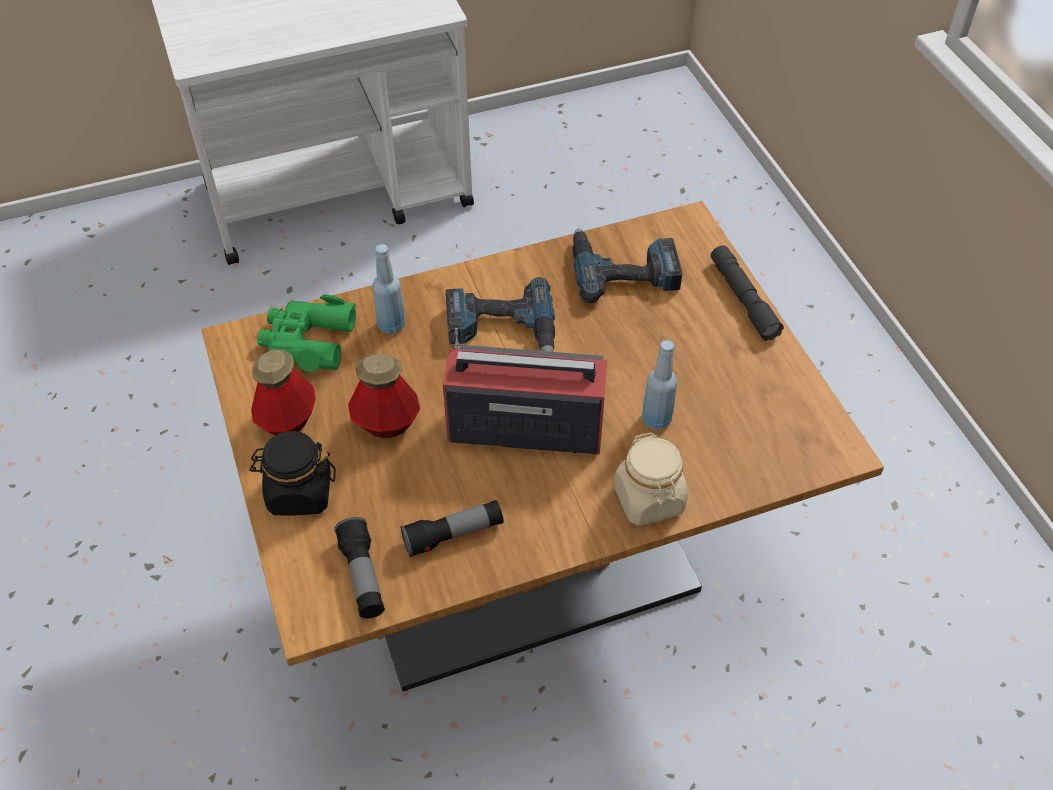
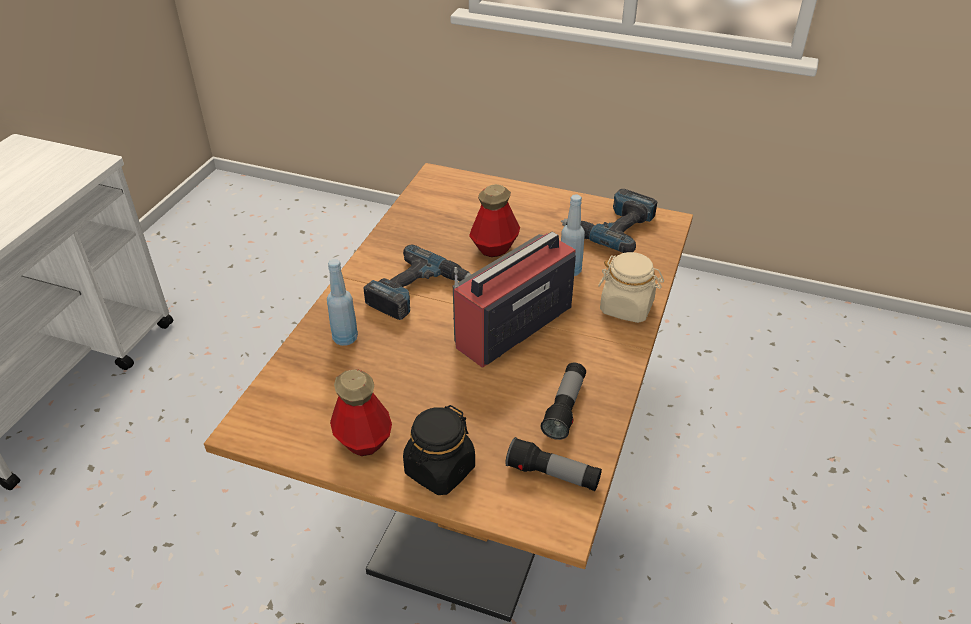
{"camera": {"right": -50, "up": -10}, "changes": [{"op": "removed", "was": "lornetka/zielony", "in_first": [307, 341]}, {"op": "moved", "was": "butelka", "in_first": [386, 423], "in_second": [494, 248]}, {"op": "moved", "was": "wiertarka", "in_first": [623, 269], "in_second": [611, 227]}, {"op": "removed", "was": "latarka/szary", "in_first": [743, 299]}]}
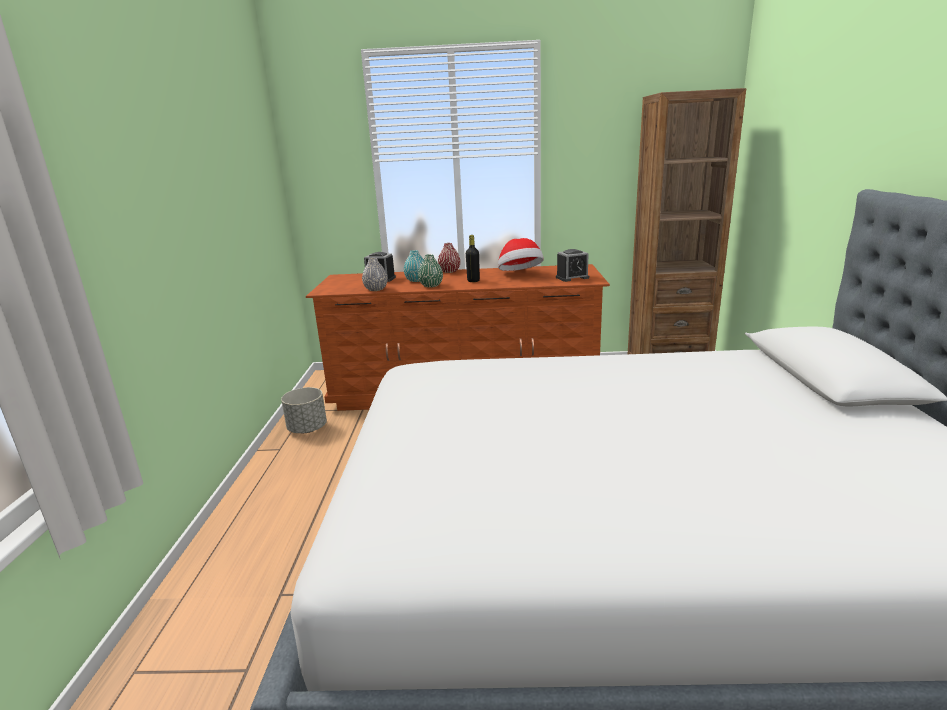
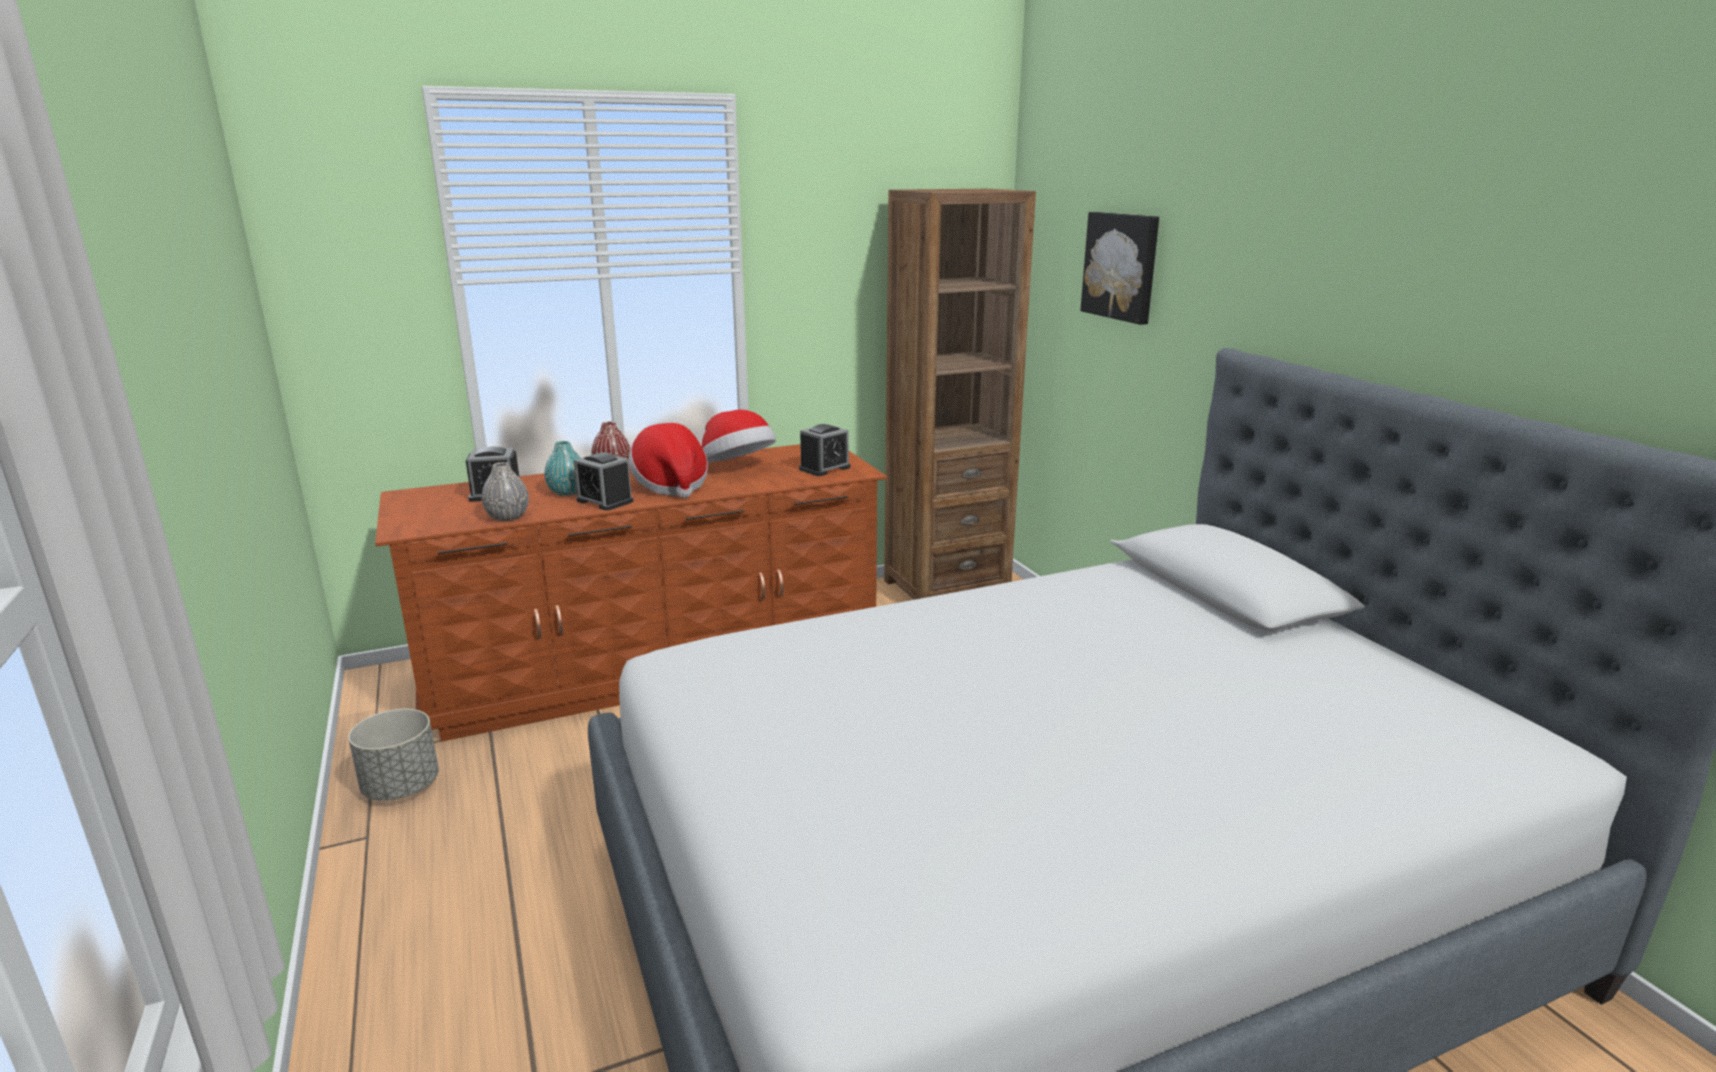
{"camera": {"right": -25, "up": 0}, "changes": [{"op": "replaced", "was": "wazon/zielony", "now": "budzik", "in_first": [431, 285], "in_second": [605, 501]}, {"op": "replaced", "was": "butelka/czarny", "now": "kapelusz", "in_first": [473, 281], "in_second": [671, 486]}, {"op": "added", "now": "obraz", "in_second": [1122, 266]}]}
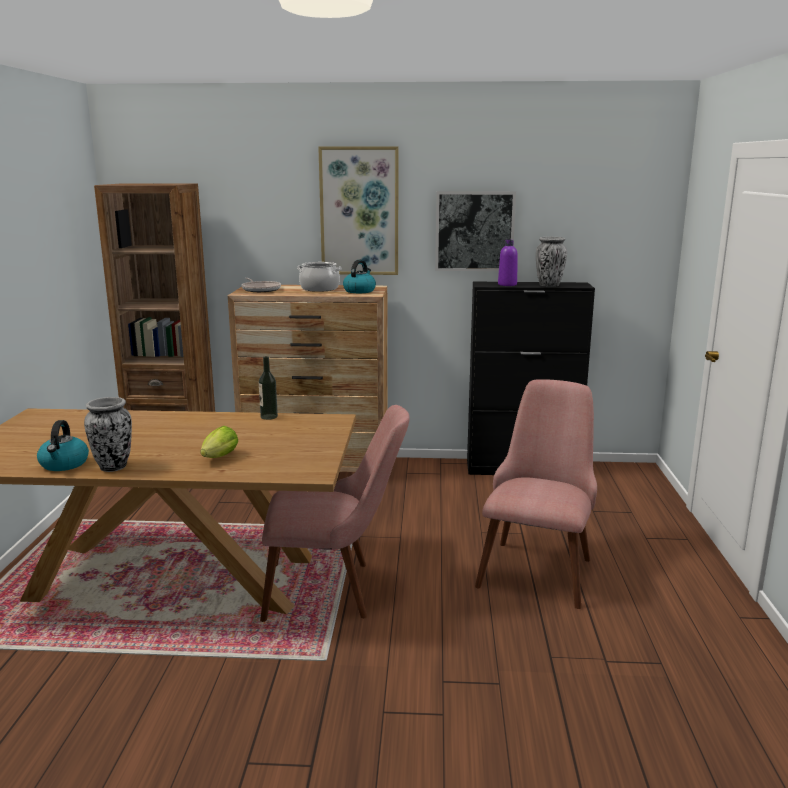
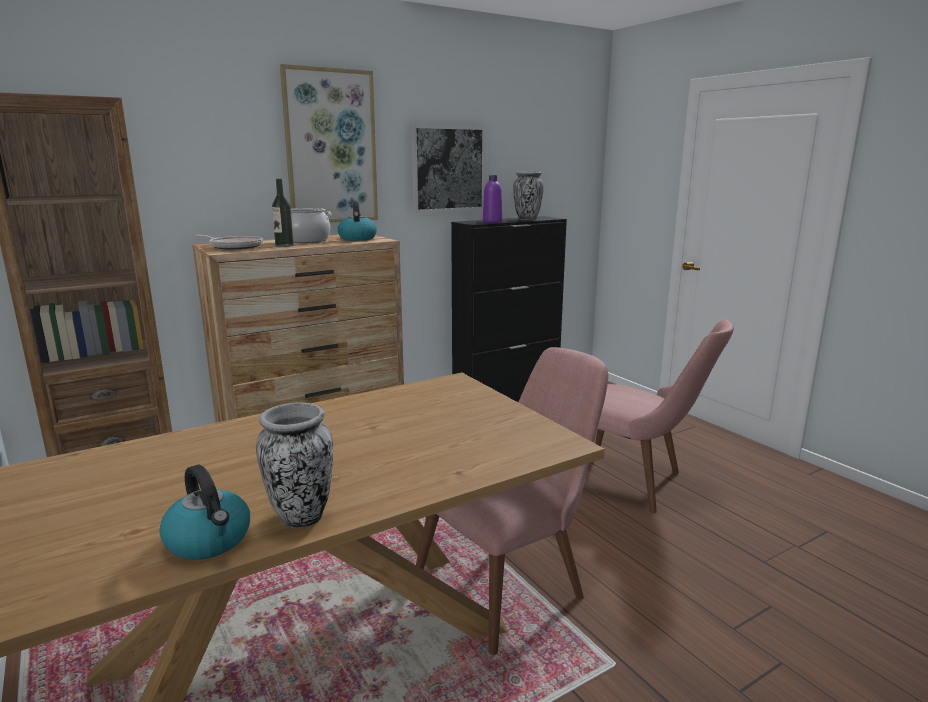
{"camera": {"right": -35, "up": 0}, "changes": [{"op": "removed", "was": "sałata", "in_first": [218, 458]}, {"op": "moved", "was": "butelka", "in_first": [269, 417], "in_second": [284, 245]}, {"op": "turned", "was": "krzesło/różowy", "in_first": [538, 564], "in_second": [638, 483], "clockwise": 135}]}
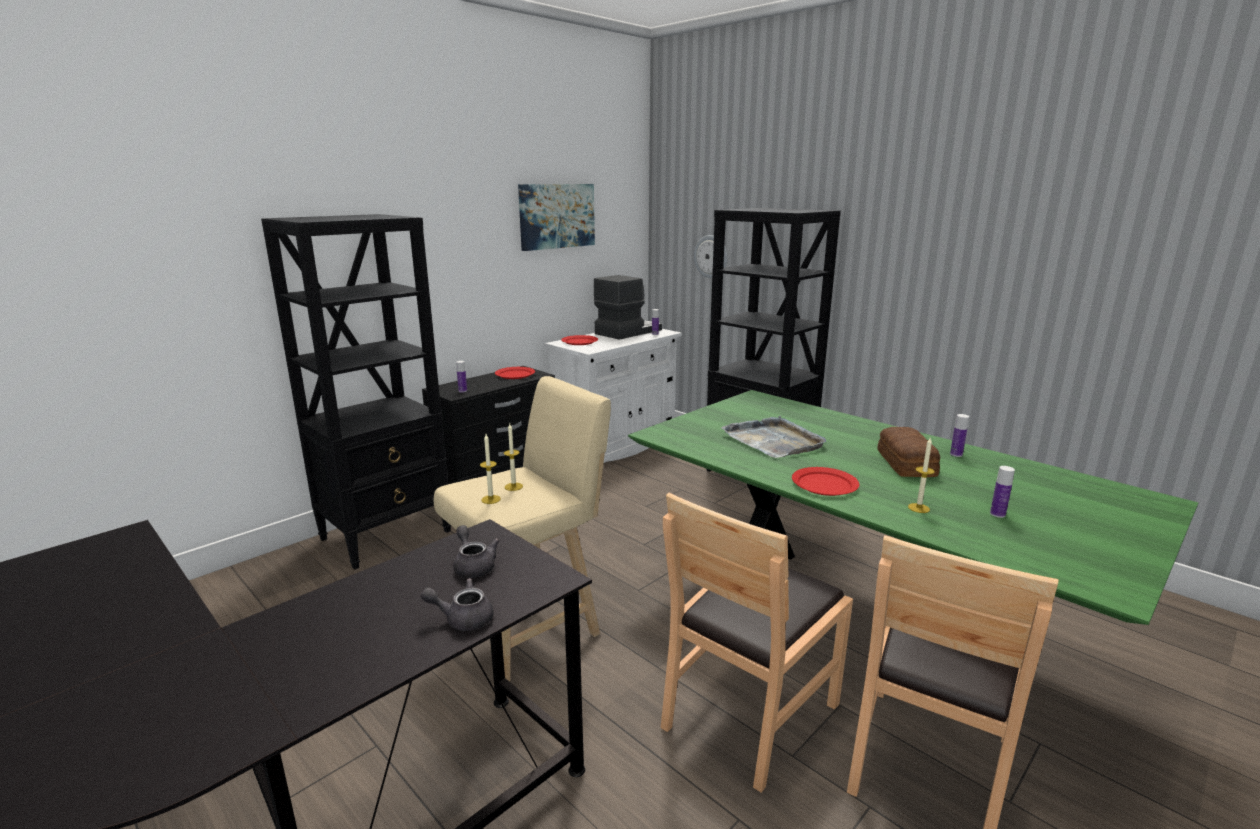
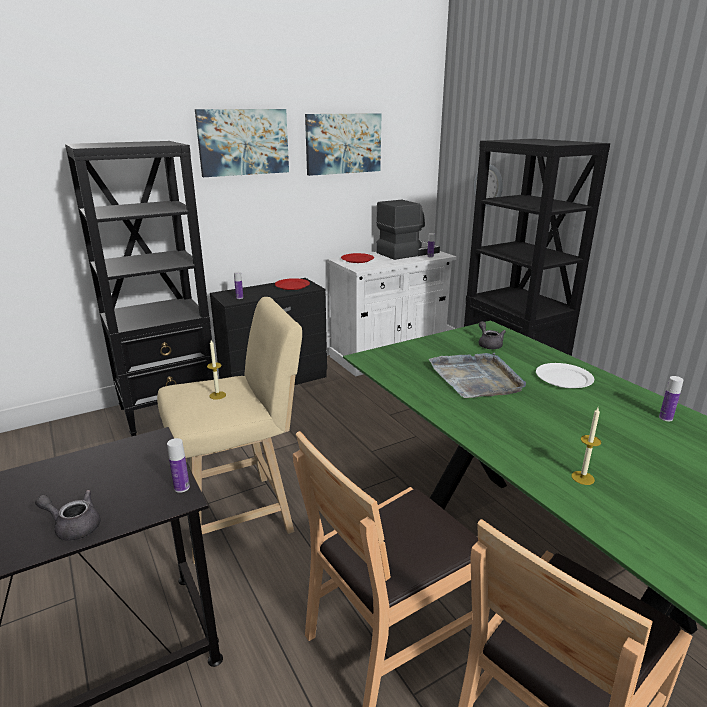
{"camera": {"right": 15, "up": 5}, "changes": [{"op": "moved", "was": "imbryk/szary", "in_first": [473, 565], "in_second": [489, 344]}, {"op": "removed", "was": "świeca", "in_first": [491, 499]}, {"op": "removed", "was": "talerz/czerwony", "in_first": [824, 484]}, {"op": "removed", "was": "chleb", "in_first": [905, 464]}, {"op": "moved", "was": "butelka", "in_first": [997, 514], "in_second": [182, 487]}, {"op": "added", "now": "obraz", "in_second": [243, 142]}, {"op": "added", "now": "talerz/biały", "in_second": [563, 378]}]}
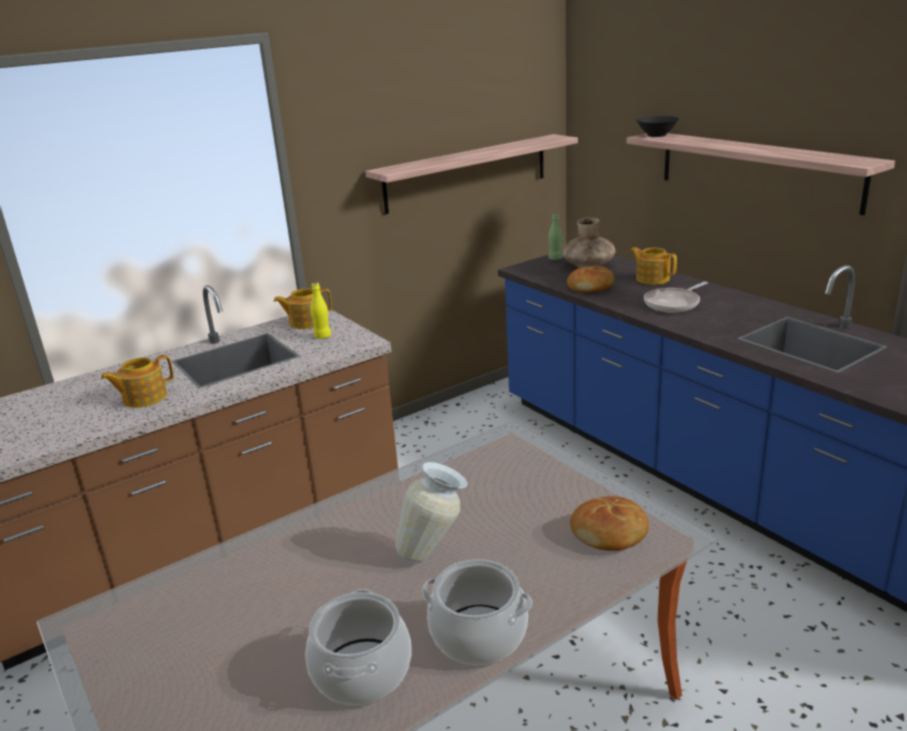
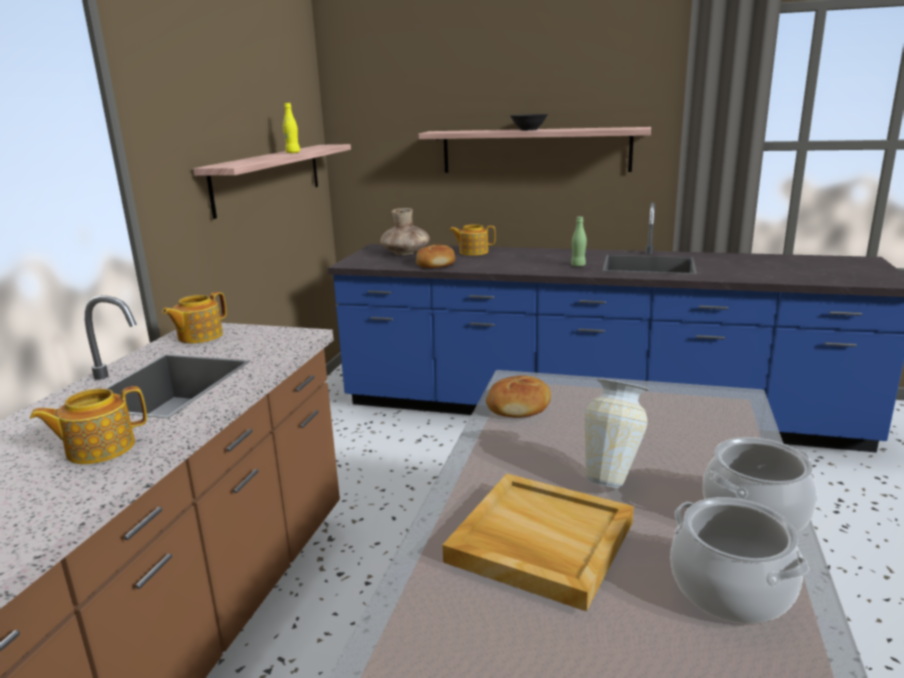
{"camera": {"right": -40, "up": -5}, "changes": [{"op": "turned", "was": "imbryk", "in_first": [143, 398], "in_second": [99, 448], "clockwise": 45}, {"op": "moved", "was": "butelka/żółty", "in_first": [322, 336], "in_second": [293, 153]}, {"op": "moved", "was": "butelka/zielony", "in_first": [555, 259], "in_second": [578, 265]}, {"op": "moved", "was": "chleb", "in_first": [610, 533], "in_second": [519, 406]}, {"op": "moved", "was": "miska/czarny", "in_first": [657, 135], "in_second": [529, 130]}, {"op": "removed", "was": "patelnia", "in_first": [674, 304]}, {"op": "added", "now": "taca/beżowy", "in_second": [539, 542]}]}
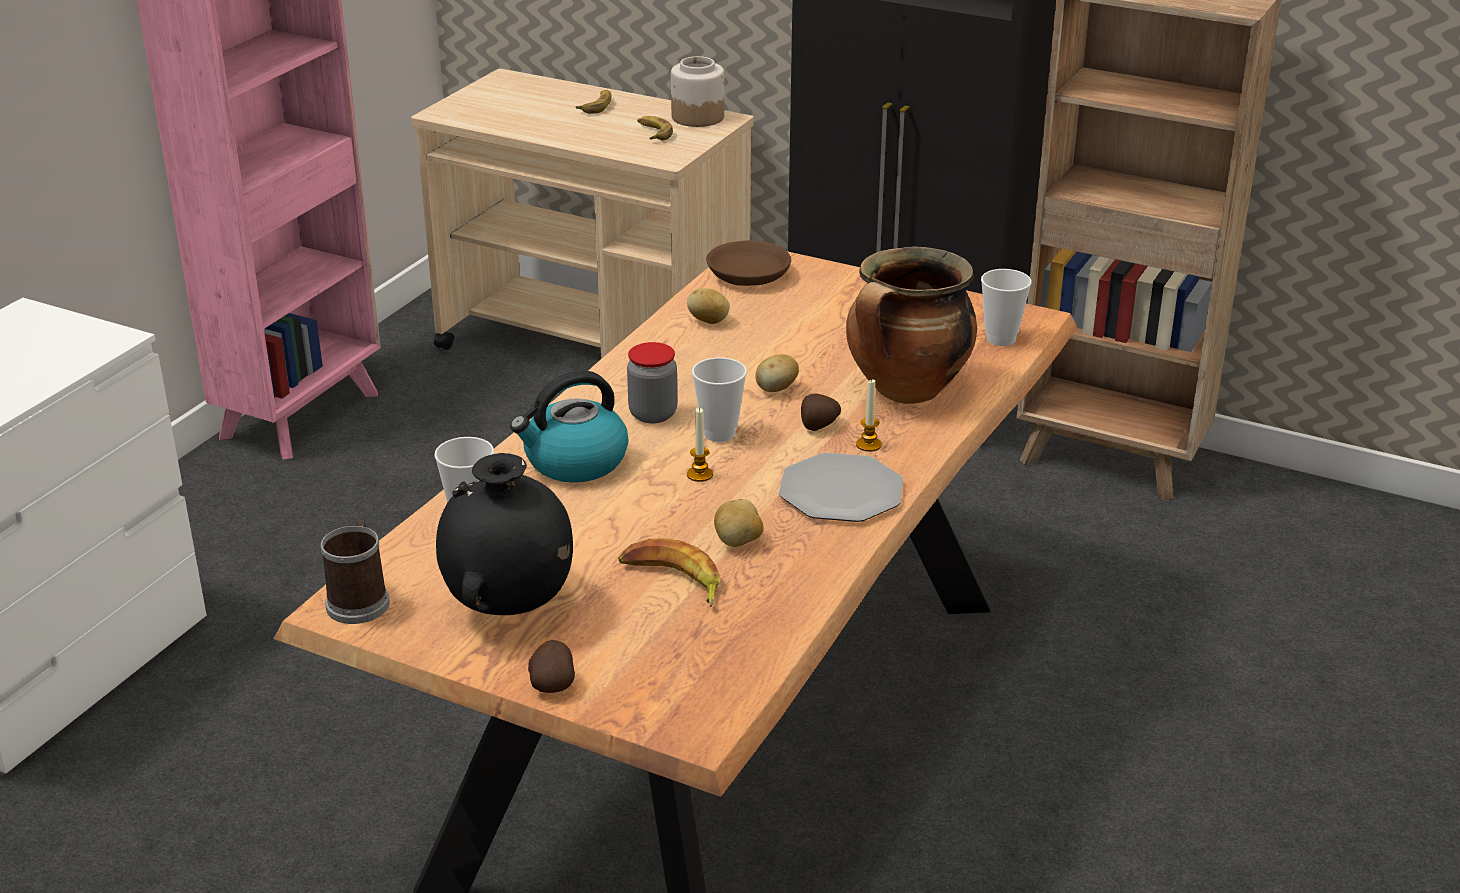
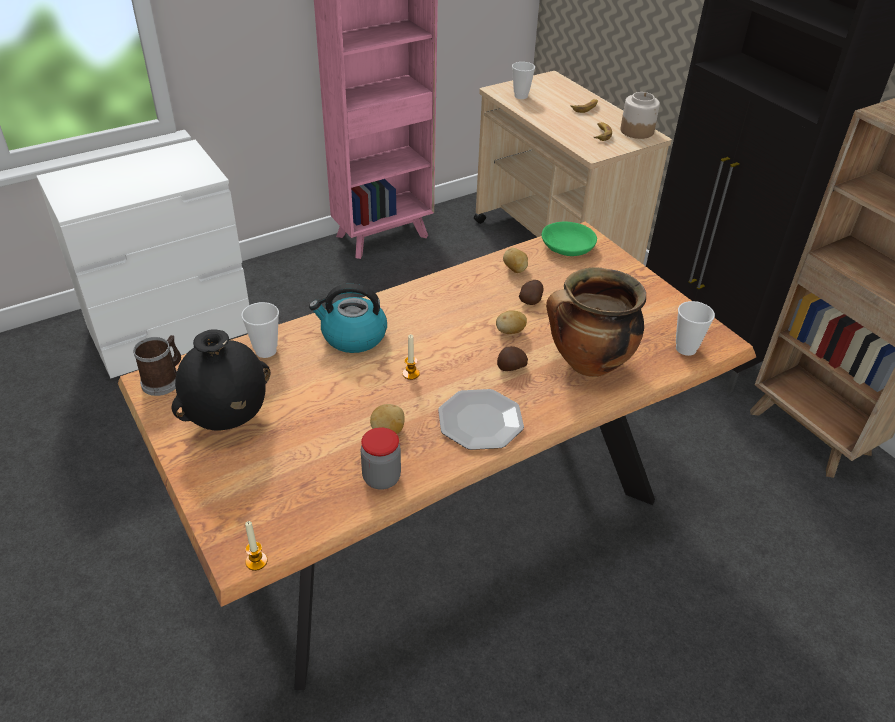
{"camera": {"right": 30, "up": 10}, "changes": [{"op": "moved", "was": "ziemniak", "in_first": [553, 683], "in_second": [531, 300]}, {"op": "removed", "was": "banan", "in_first": [672, 580]}, {"op": "moved", "was": "słoik", "in_first": [653, 414], "in_second": [381, 478]}, {"op": "moved", "was": "filiżanka", "in_first": [719, 433], "in_second": [521, 96]}, {"op": "recoloured", "was": "miska/brązowy", "now": "miska/zielony", "in_first": [747, 275], "in_second": [566, 246]}, {"op": "moved", "was": "świeca", "in_first": [868, 445], "in_second": [256, 561]}]}
